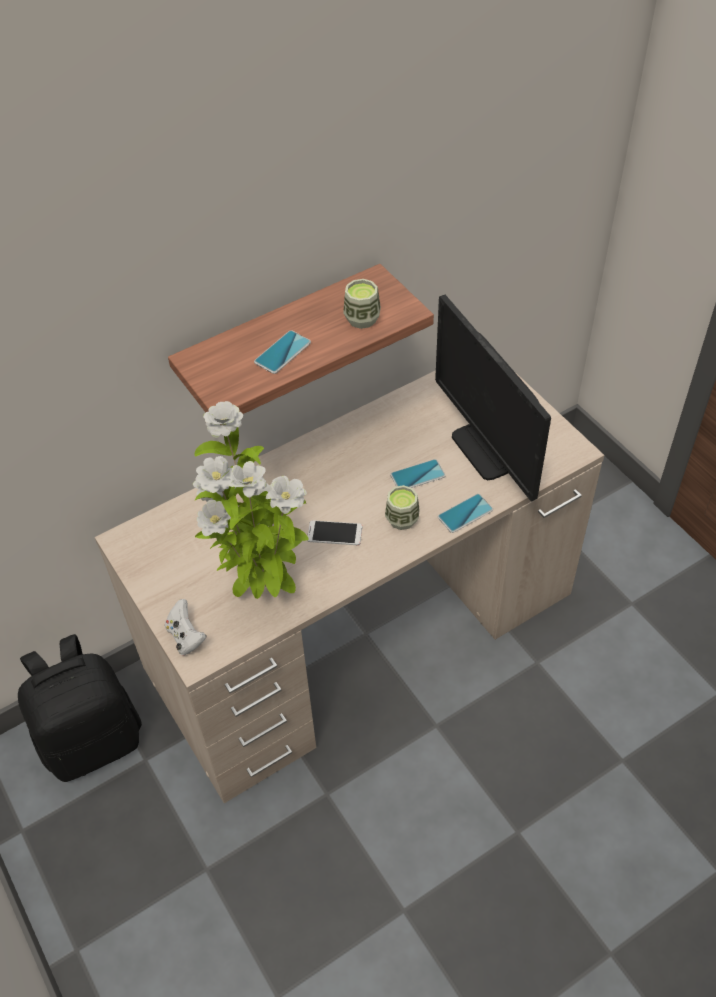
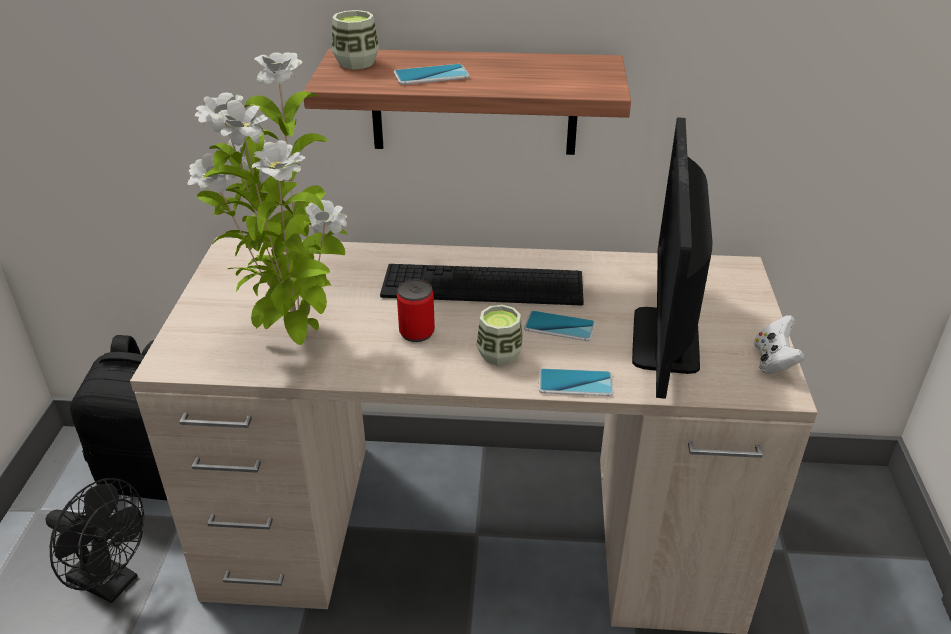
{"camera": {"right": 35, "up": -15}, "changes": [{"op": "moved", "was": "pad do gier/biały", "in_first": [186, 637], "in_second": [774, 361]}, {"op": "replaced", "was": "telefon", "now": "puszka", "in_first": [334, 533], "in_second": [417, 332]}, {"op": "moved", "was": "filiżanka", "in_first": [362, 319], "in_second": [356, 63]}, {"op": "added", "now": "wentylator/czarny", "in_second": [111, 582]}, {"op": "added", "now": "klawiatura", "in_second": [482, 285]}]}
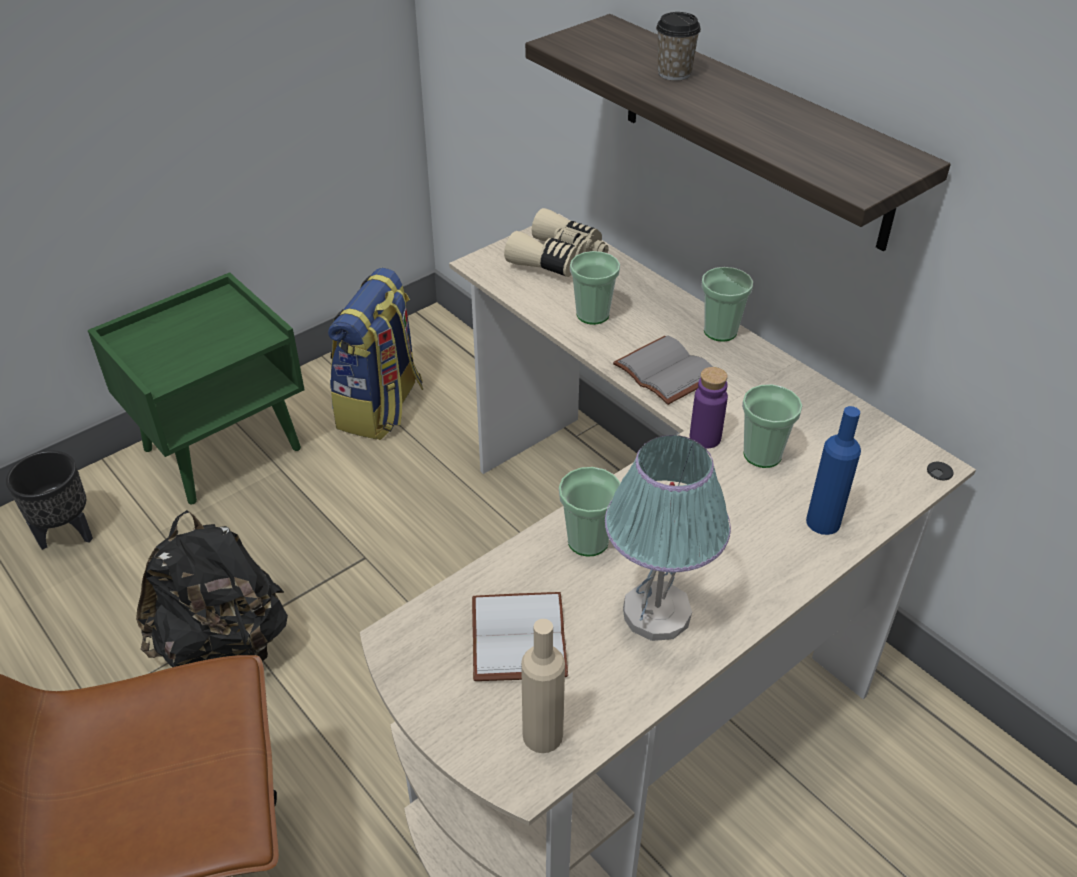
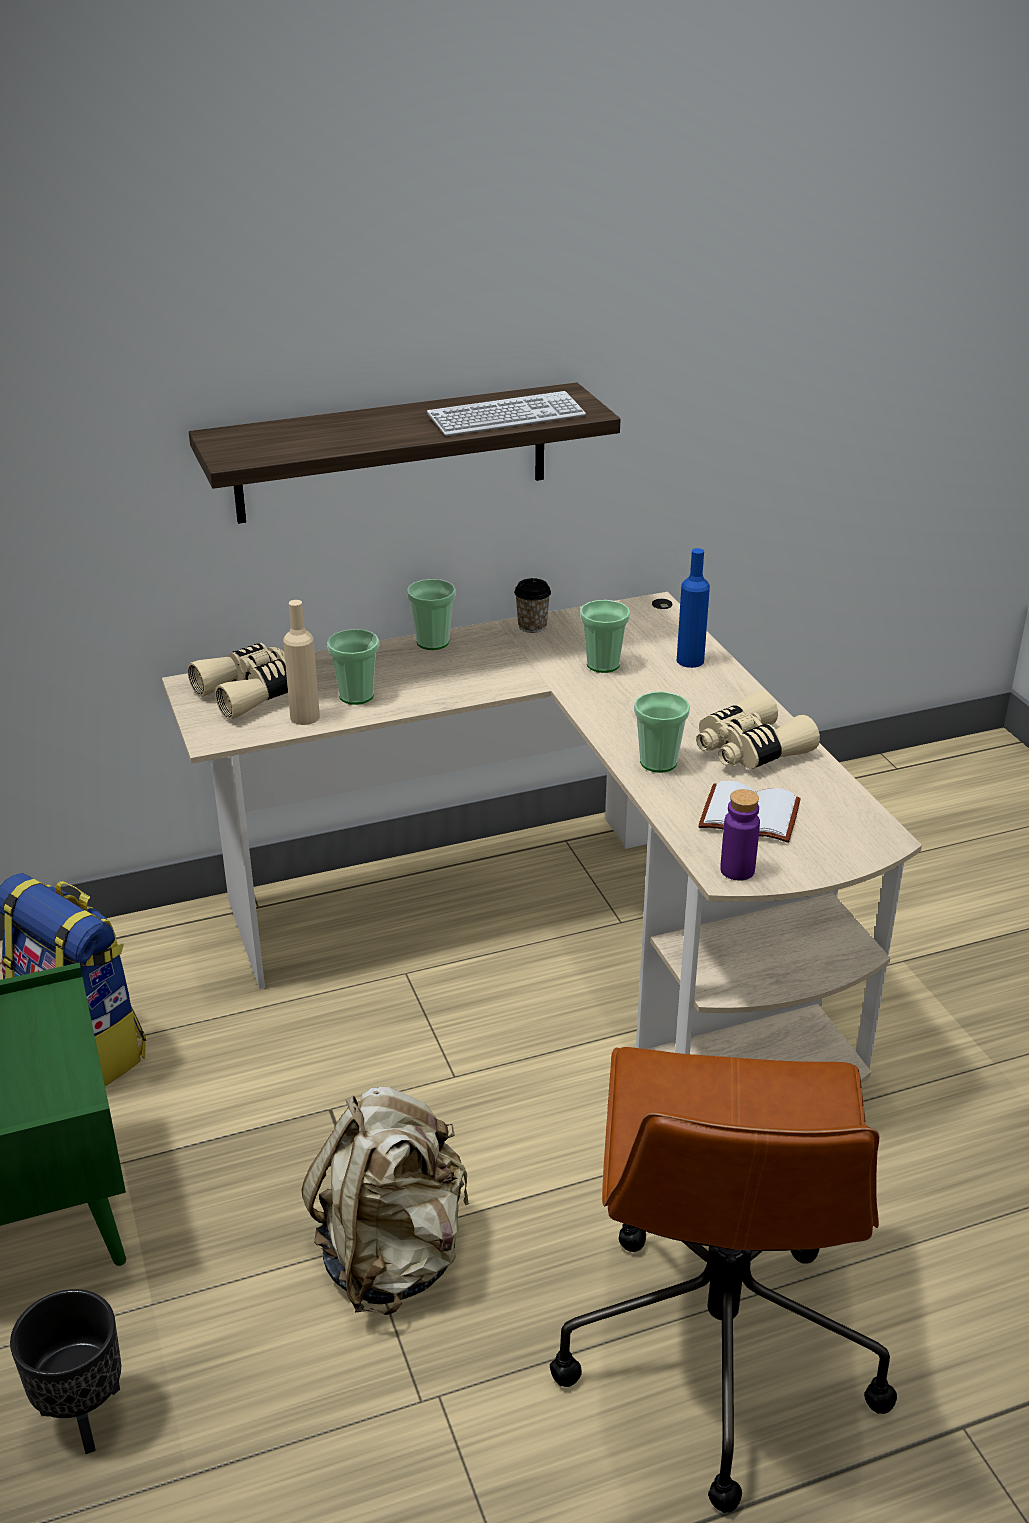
{"camera": {"right": -70, "up": -10}, "changes": [{"op": "recoloured", "was": "plecak/czarny", "now": "plecak/beżowy", "in_first": [224, 645], "in_second": [393, 1256]}, {"op": "moved", "was": "butelka/beżowy", "in_first": [542, 735], "in_second": [305, 717]}, {"op": "replaced", "was": "lampa stołowa", "now": "lornetka/beżowy", "in_first": [656, 612], "in_second": [749, 749]}, {"op": "removed", "was": "książka/szary", "in_first": [662, 372]}, {"op": "moved", "was": "filiżanka", "in_first": [674, 73], "in_second": [532, 626]}, {"op": "moved", "was": "butelka/fioletowy", "in_first": [705, 438], "in_second": [737, 870]}, {"op": "added", "now": "klawiatura", "in_second": [506, 417]}]}
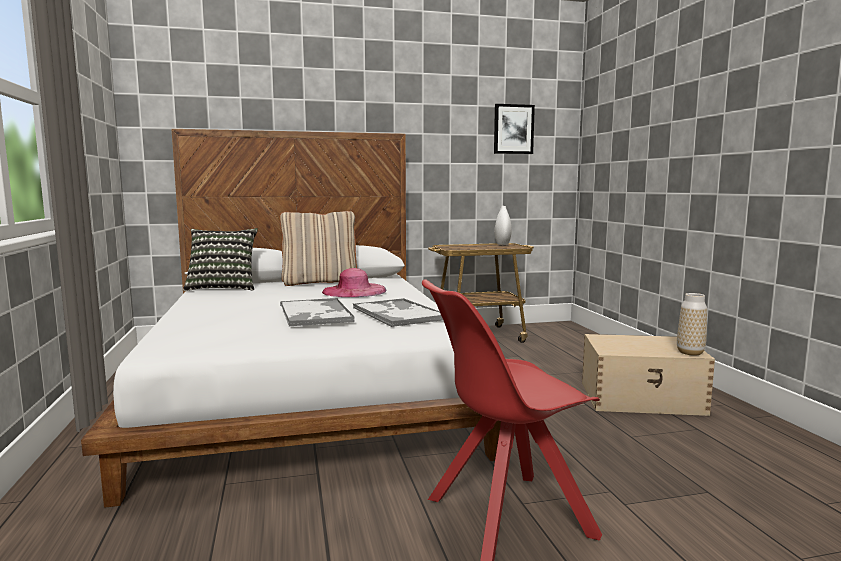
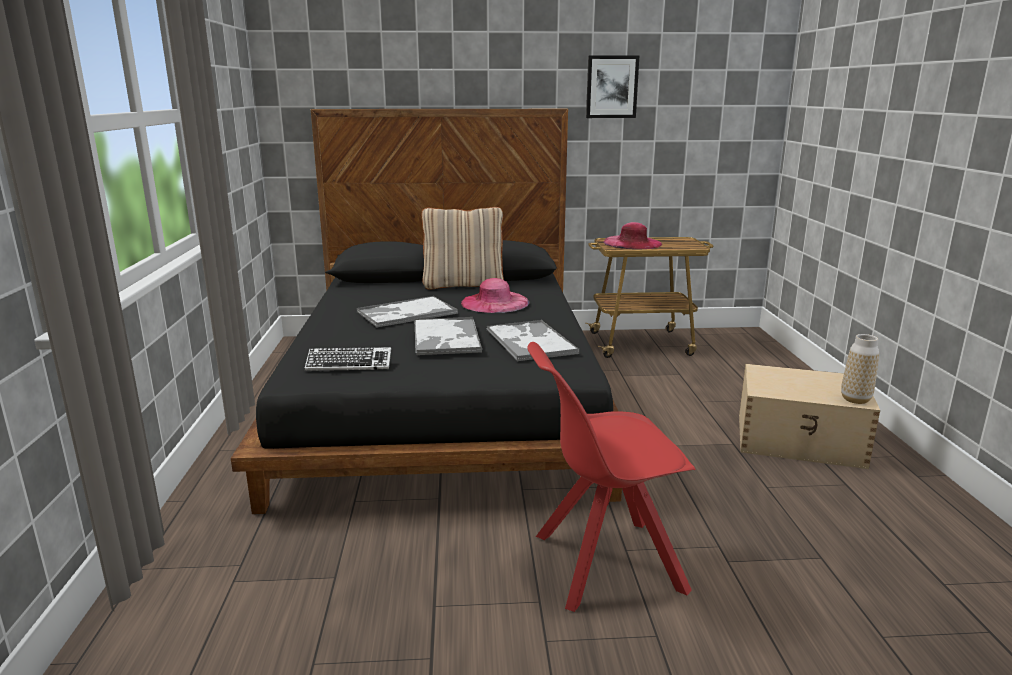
{"camera": {"right": 10, "up": 10}, "changes": [{"op": "recoloured", "was": "łóżko/biały", "now": "łóżko/czarny", "in_first": [308, 388], "in_second": [445, 400]}, {"op": "removed", "was": "poduszka", "in_first": [223, 288]}, {"op": "moved", "was": "obraz", "in_first": [513, 129], "in_second": [611, 87]}, {"op": "removed", "was": "wazon/biały", "in_first": [502, 244]}, {"op": "added", "now": "klawiatura", "in_second": [349, 364]}, {"op": "added", "now": "taca", "in_second": [406, 313]}, {"op": "added", "now": "kapelusz/różowy", "in_second": [632, 243]}]}
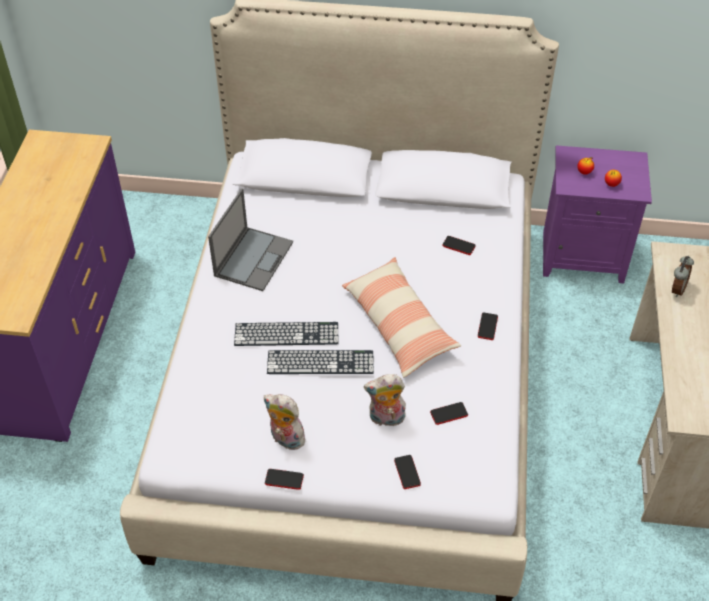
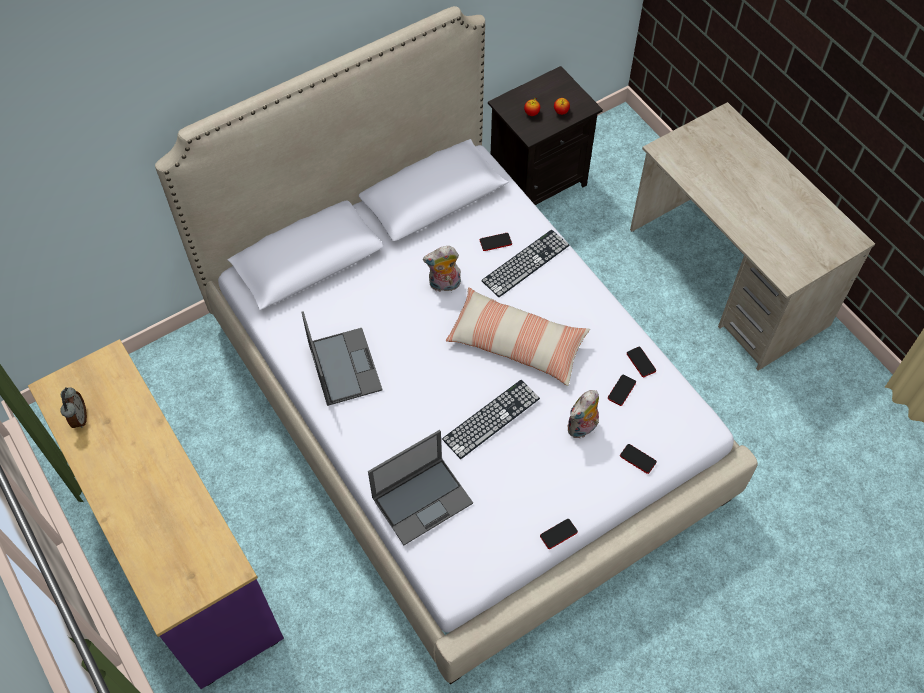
{"camera": {"right": -40, "up": 10}, "changes": [{"op": "moved", "was": "klawiatura", "in_first": [286, 334], "in_second": [525, 263]}, {"op": "moved", "was": "pluszak", "in_first": [285, 439], "in_second": [444, 285]}, {"op": "moved", "was": "telefon", "in_first": [487, 326], "in_second": [641, 362]}, {"op": "recoloured", "was": "szafka nocna/fioletowy", "now": "szafka nocna/czarny", "in_first": [584, 256], "in_second": [538, 180]}, {"op": "moved", "was": "budzik", "in_first": [676, 289], "in_second": [79, 418]}, {"op": "added", "now": "laptop", "in_second": [423, 499]}]}
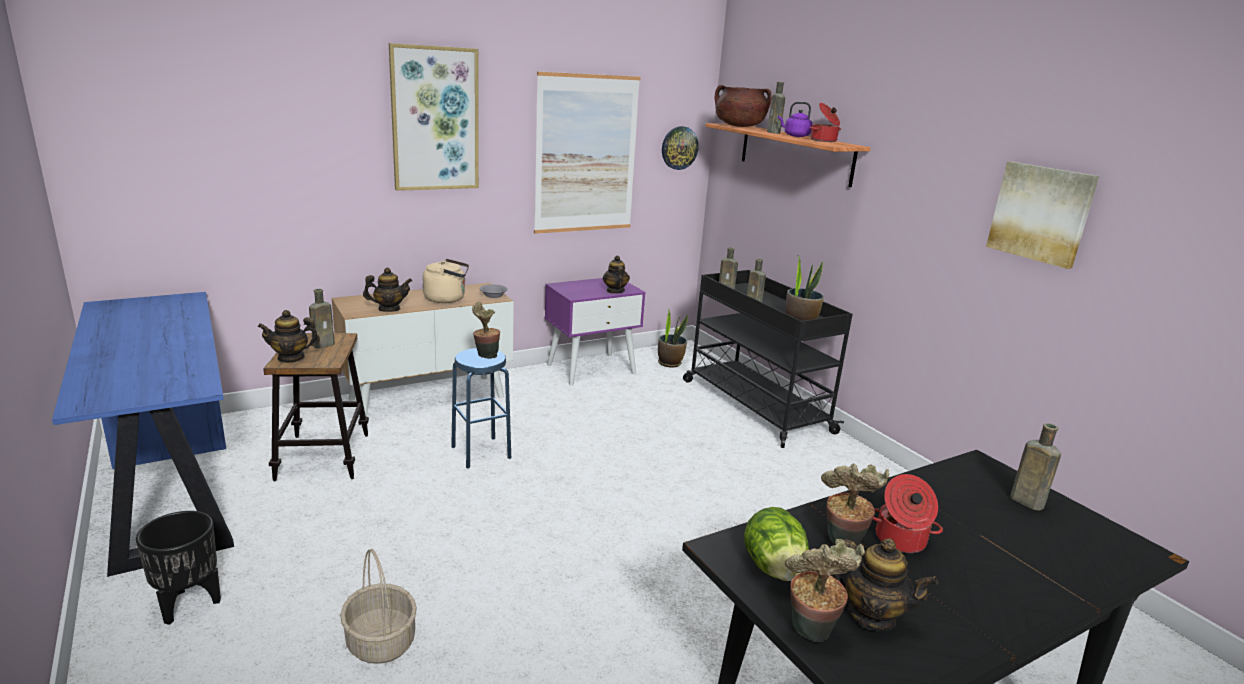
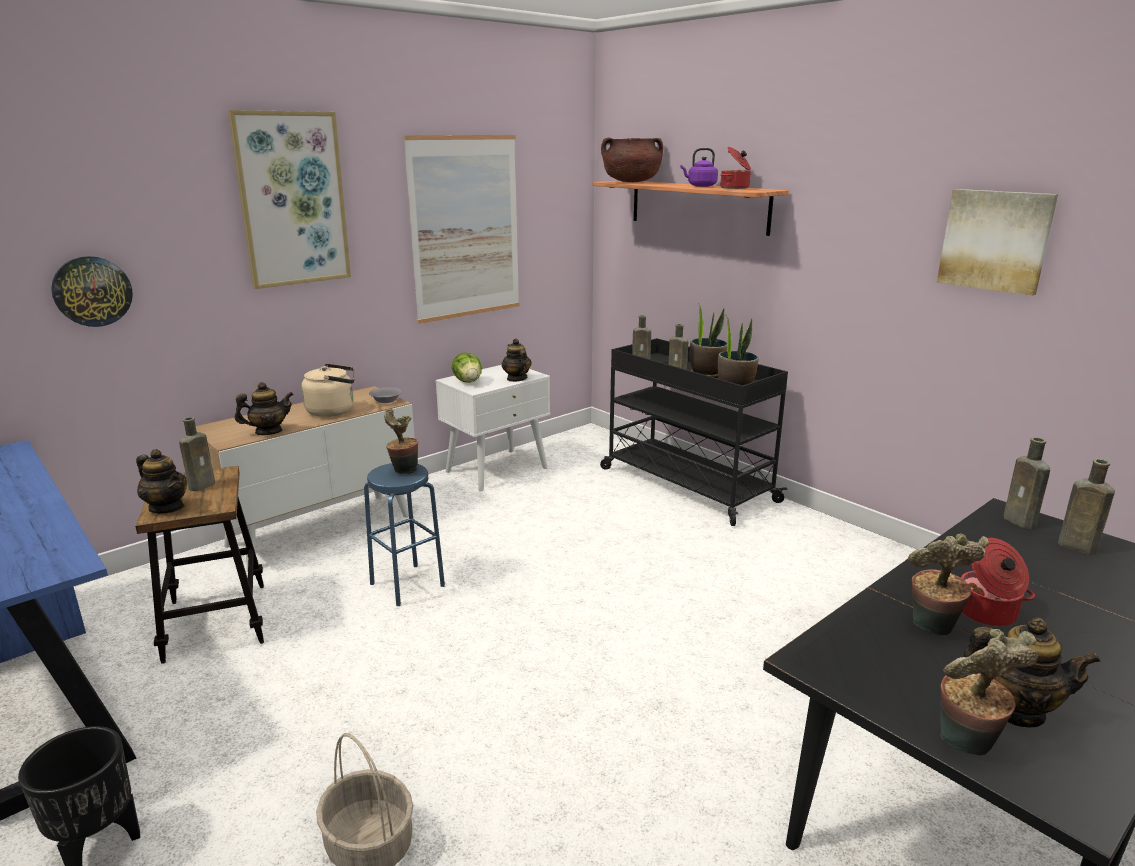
{"camera": {"right": -10, "up": 0}, "changes": [{"op": "turned", "was": "imbryk", "in_first": [291, 358], "in_second": [167, 507], "clockwise": -120}, {"op": "recoloured", "was": "szafka nocna/fioletowy", "now": "szafka nocna/biały", "in_first": [591, 369], "in_second": [497, 469]}, {"op": "moved", "was": "roślina doniczkowa", "in_first": [670, 363], "in_second": [706, 374]}, {"op": "moved", "was": "zegar ścienny", "in_first": [679, 148], "in_second": [92, 291]}, {"op": "moved", "was": "sałata", "in_first": [773, 568], "in_second": [468, 381]}, {"op": "moved", "was": "butelka/brązowy", "in_first": [774, 132], "in_second": [1021, 522]}]}
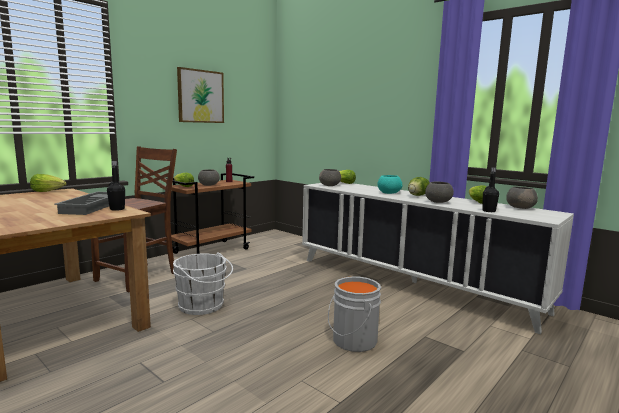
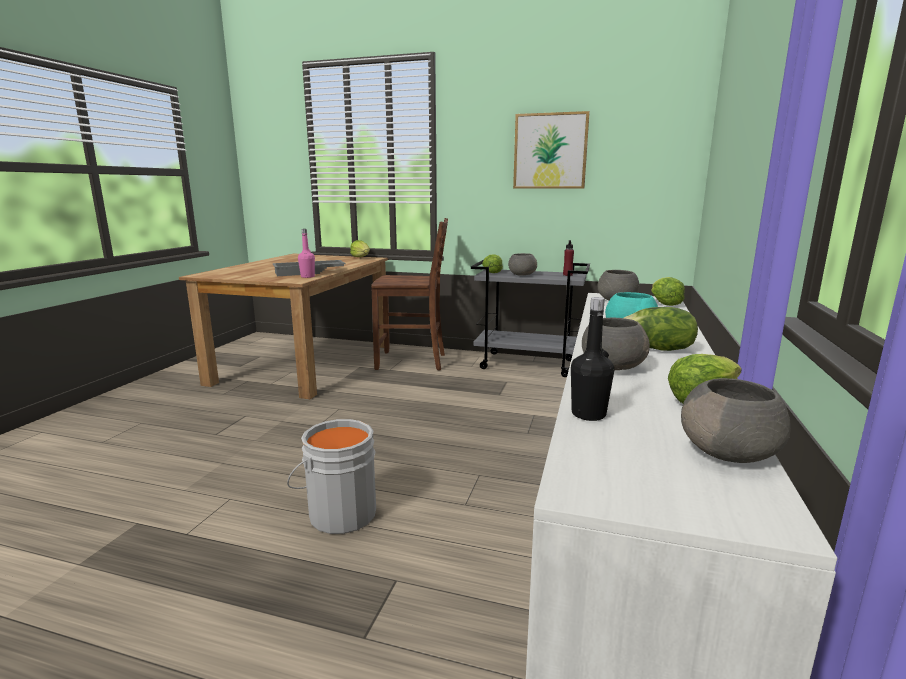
{"camera": {"right": 65, "up": 5}, "changes": [{"op": "recoloured", "was": "butelka/czarny", "now": "butelka/różowy", "in_first": [117, 209], "in_second": [307, 276]}, {"op": "recoloured", "was": "wózek/brązowy", "now": "wózek/szary", "in_first": [211, 251], "in_second": [528, 364]}, {"op": "removed", "was": "wiadro/biały", "in_first": [203, 306]}]}
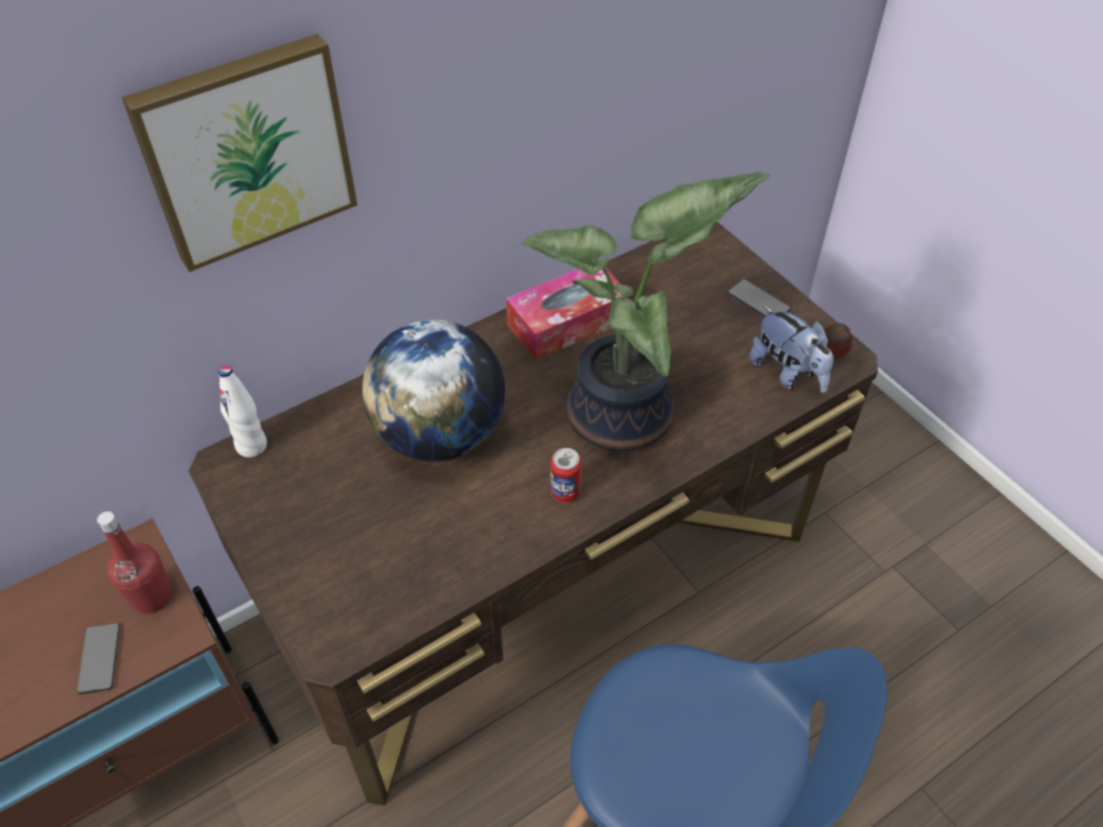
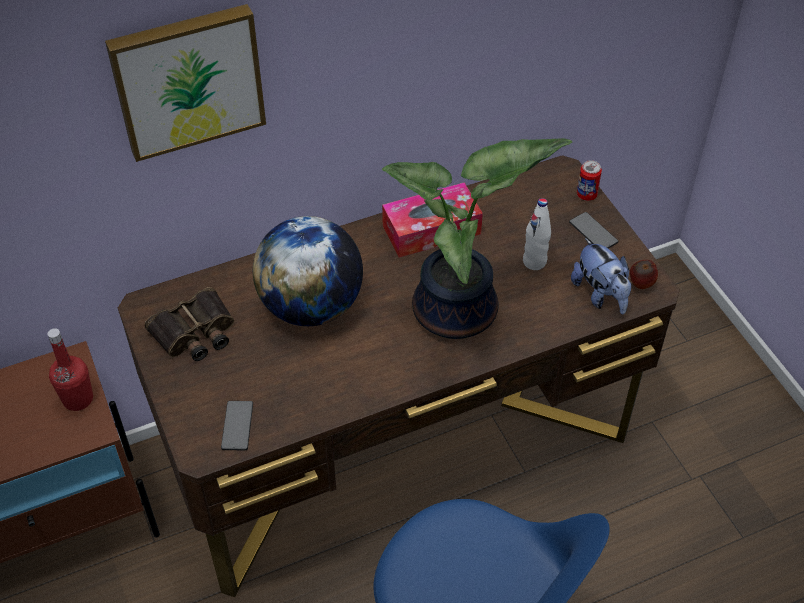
{"camera": {"right": 10, "up": 0}, "changes": [{"op": "moved", "was": "telefon", "in_first": [99, 658], "in_second": [237, 426]}, {"op": "moved", "was": "butelka/biały", "in_first": [252, 446], "in_second": [534, 262]}, {"op": "moved", "was": "puszka", "in_first": [565, 492], "in_second": [586, 195]}, {"op": "added", "now": "lornetka", "in_second": [195, 333]}]}
